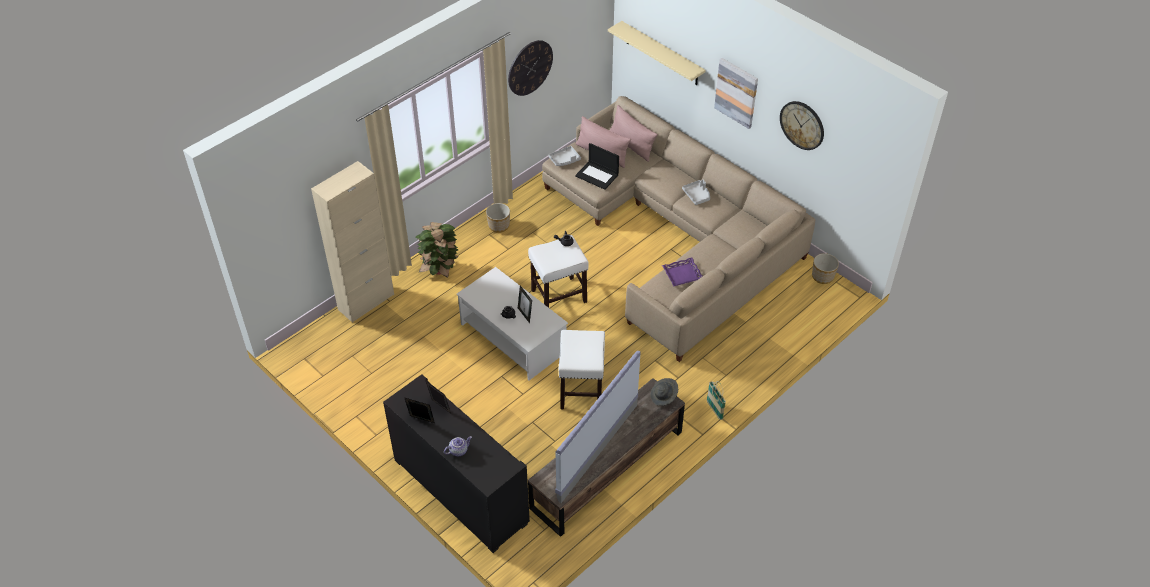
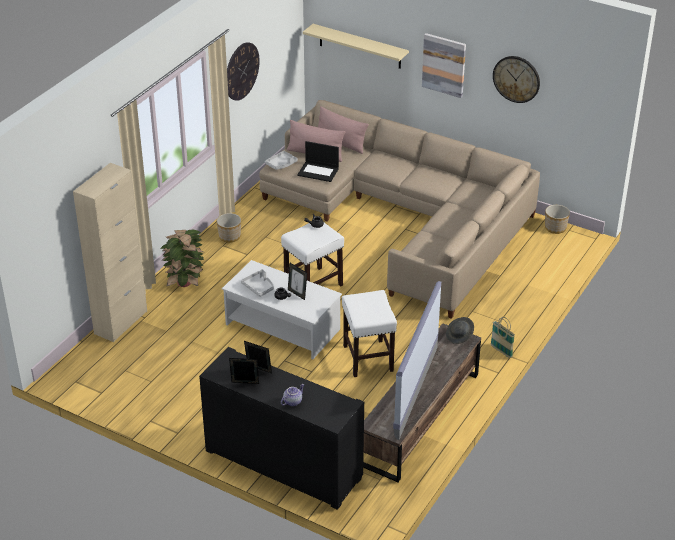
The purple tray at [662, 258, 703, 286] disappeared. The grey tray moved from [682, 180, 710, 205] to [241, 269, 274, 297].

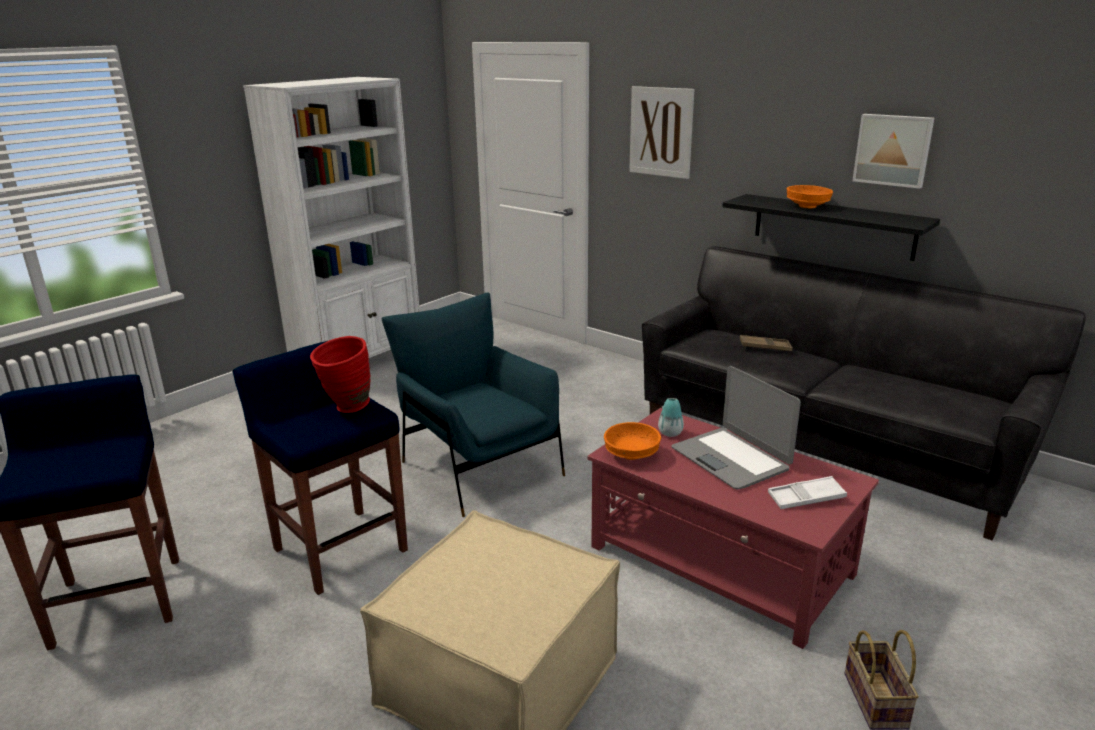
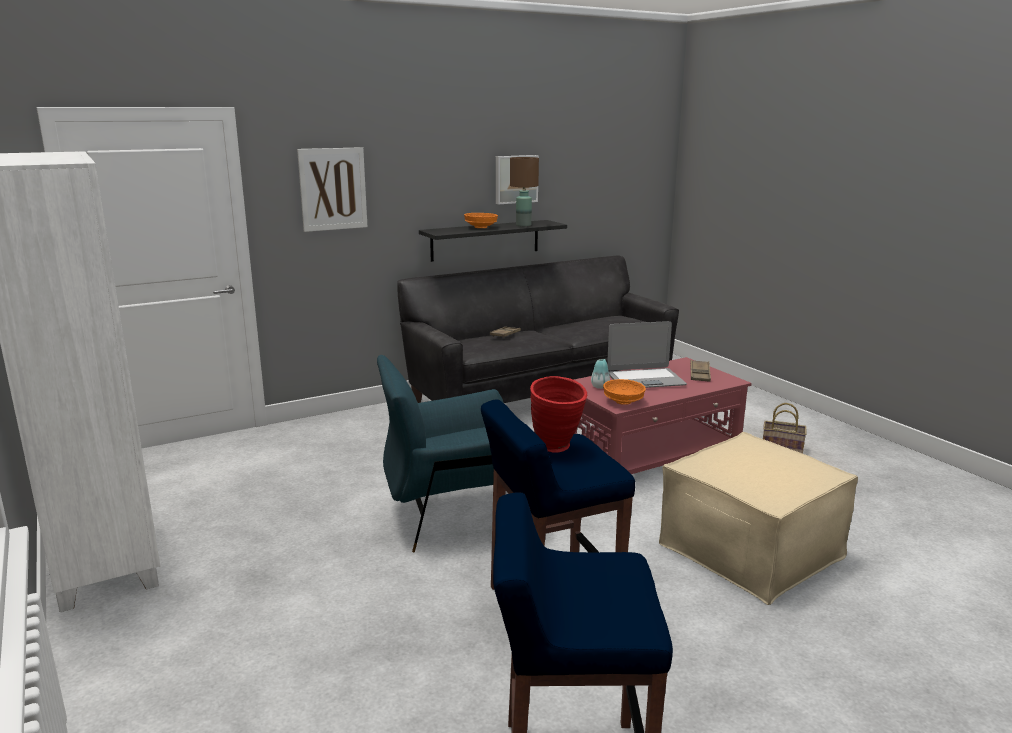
The brown table lamp at [510, 157, 539, 226] appeared. The white tray at [768, 476, 847, 509] became the brown tray at [690, 360, 711, 382].

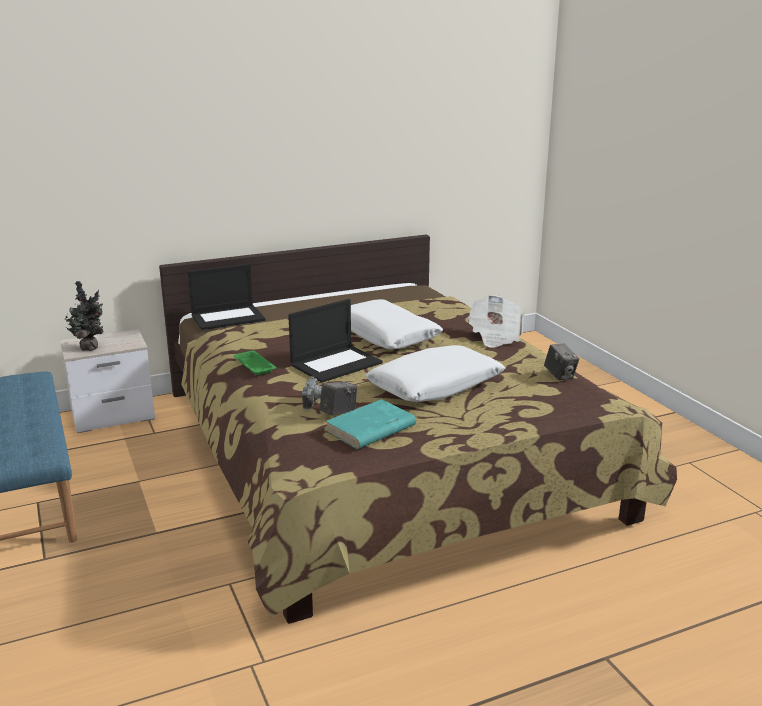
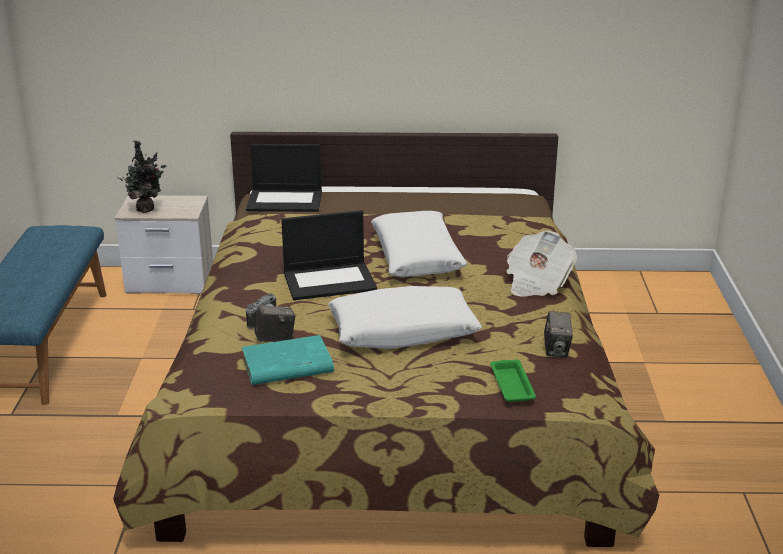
The green tray moved from [233, 351, 277, 375] to [490, 360, 536, 402].

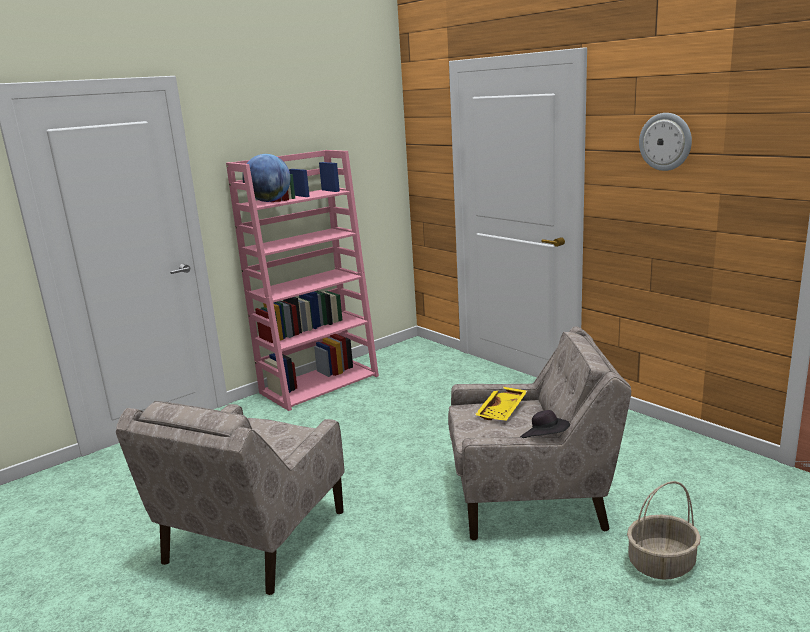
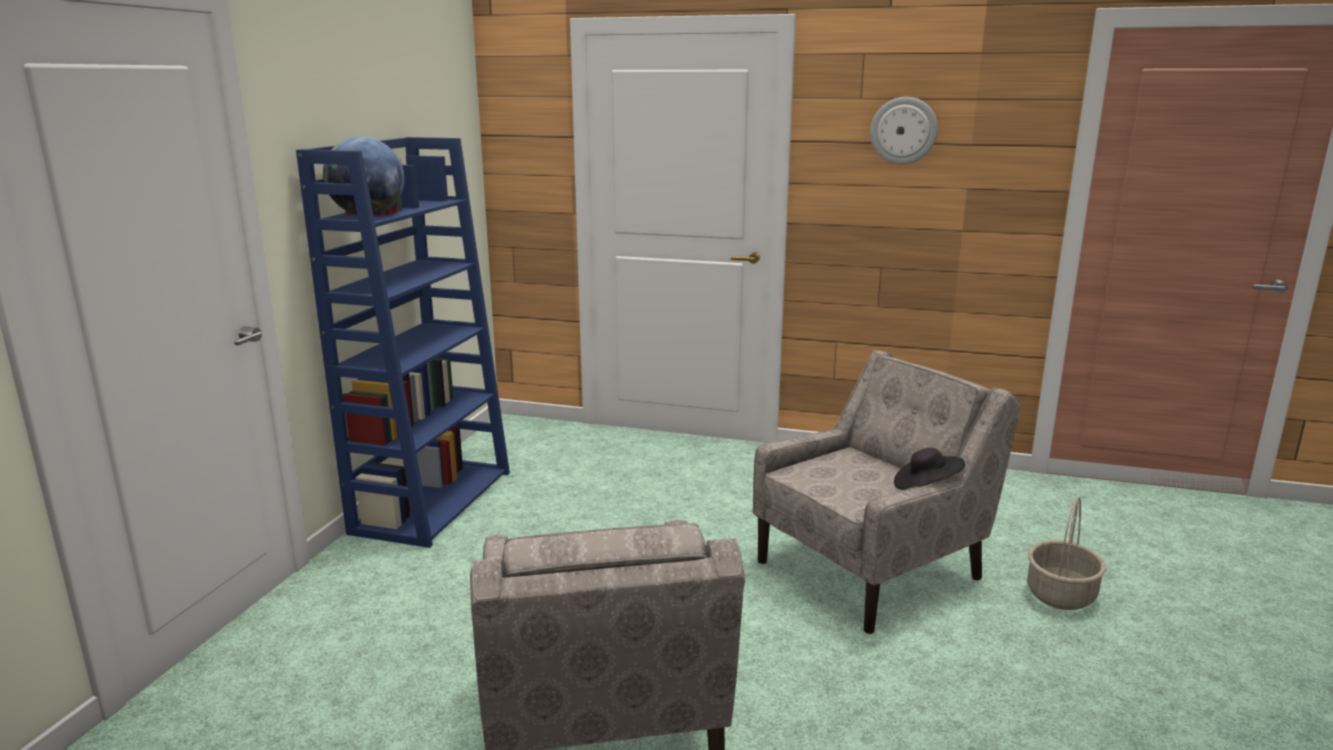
The yellow tray at [475, 386, 527, 421] disappeared. The pink bookcase at [226, 150, 379, 411] became the blue bookcase at [296, 137, 510, 548].

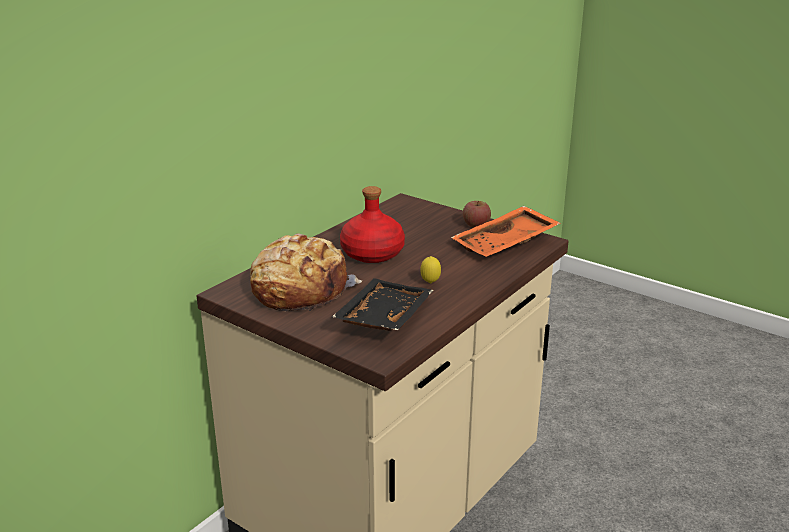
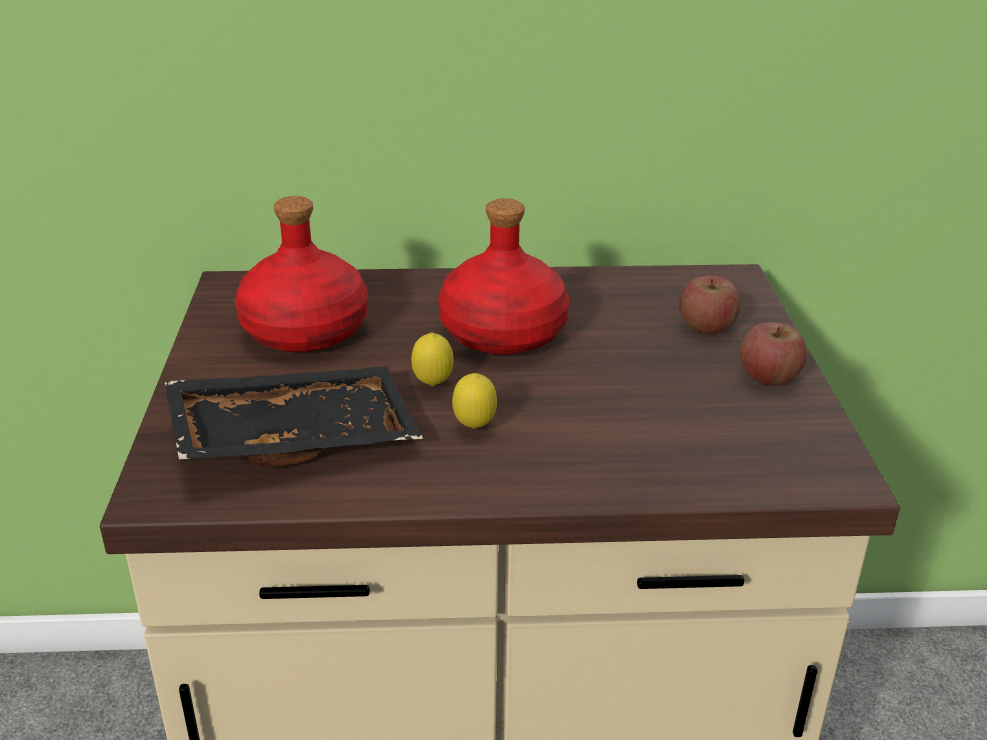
The orange tray at [451, 206, 561, 257] disappeared. The lemon at [411, 333, 454, 386] appeared. The apple at [679, 276, 740, 334] appeared. The bread at [250, 233, 362, 311] was replaced by the red bottle at [235, 196, 368, 352].

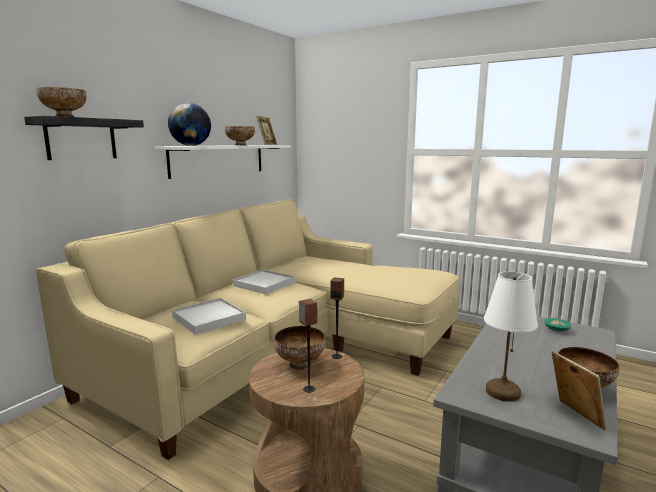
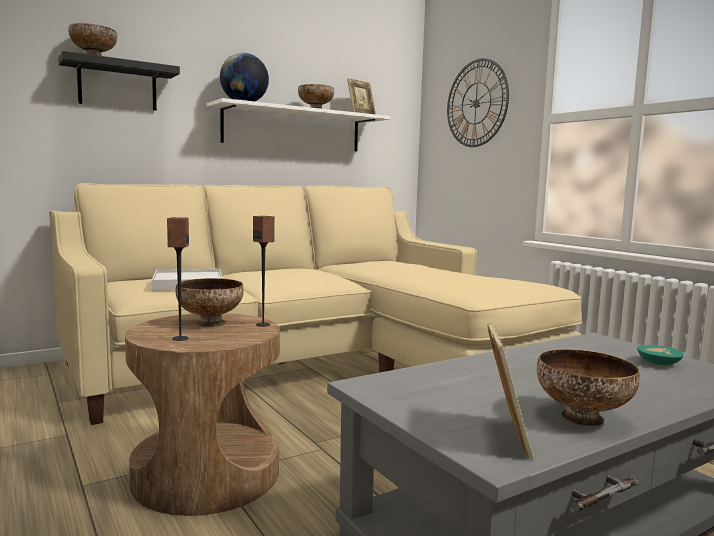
The white tray at [233, 269, 295, 294] disappeared. The white table lamp at [484, 271, 538, 402] disappeared. The wall clock at [447, 58, 509, 147] appeared.

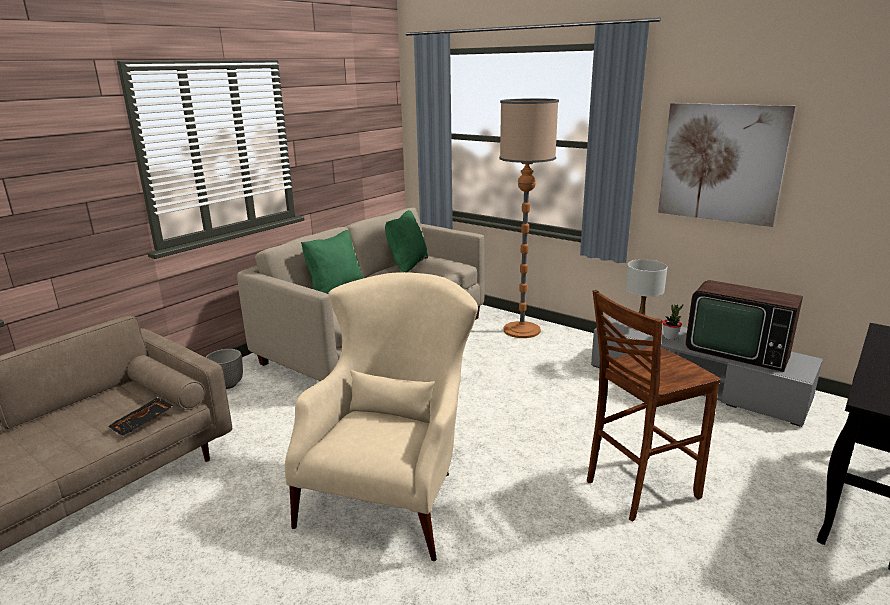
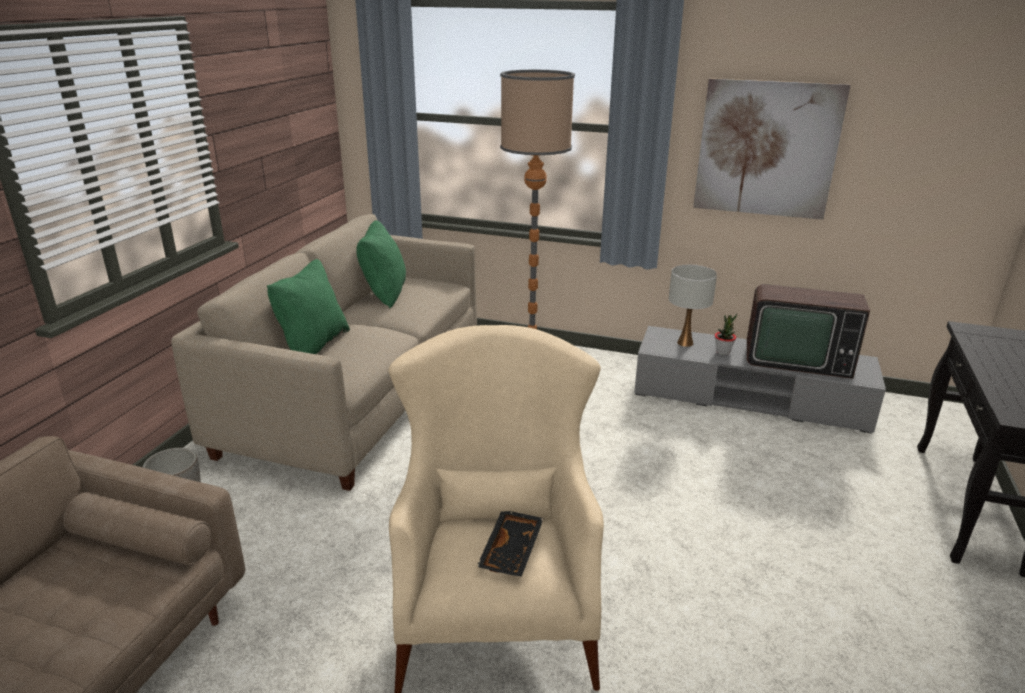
The brown stool at [587, 290, 721, 522] disappeared. The black tray moved from [108, 397, 173, 436] to [477, 511, 544, 577].

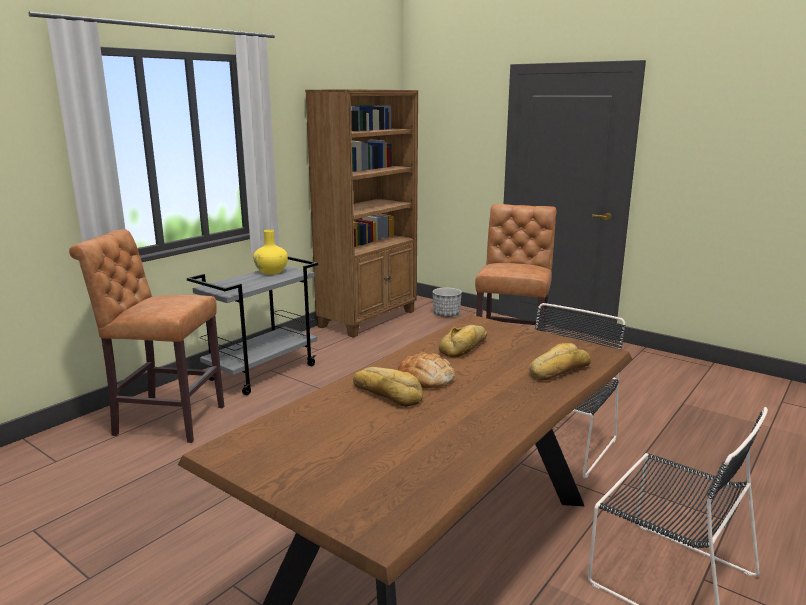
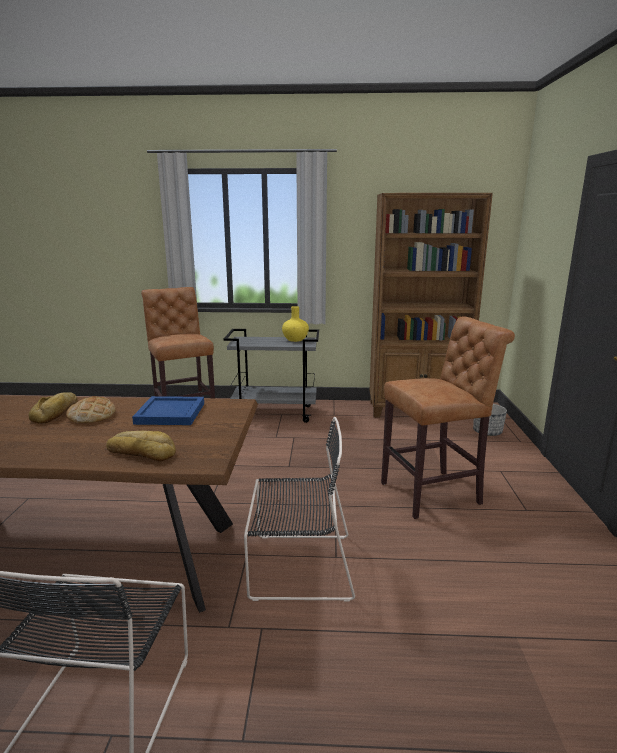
The bread at [439, 325, 487, 358] was replaced by the blue tray at [132, 396, 204, 425].

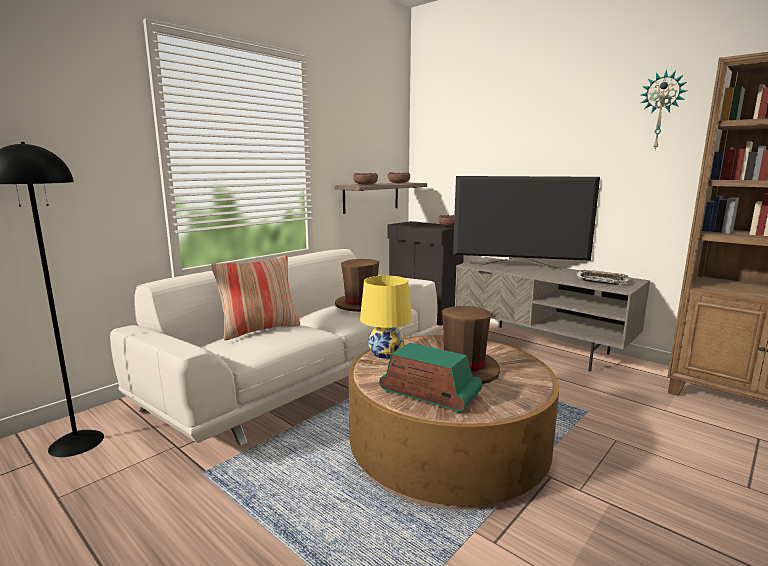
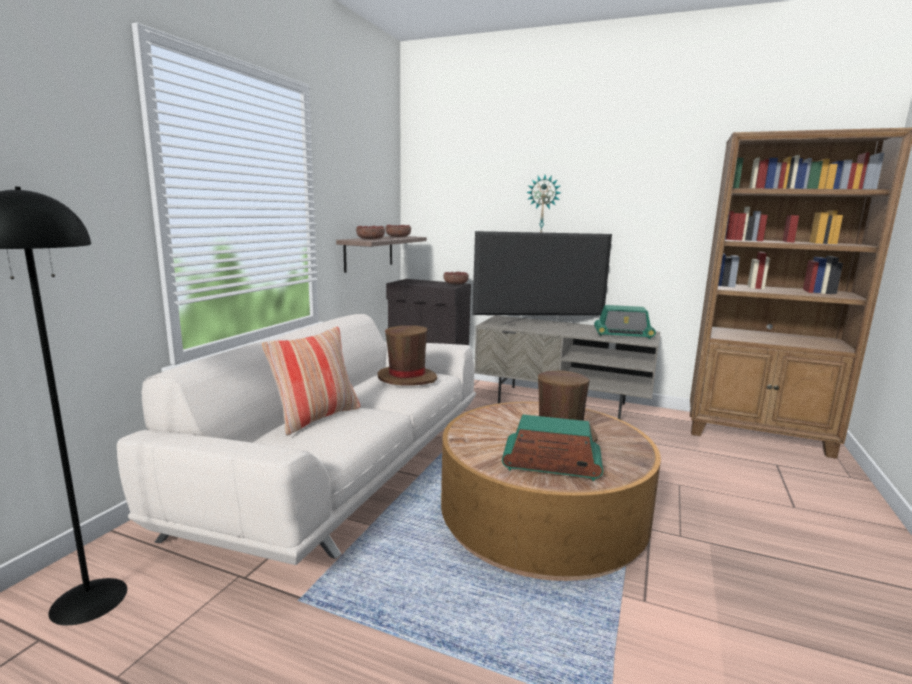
The yellow table lamp at [360, 275, 412, 359] disappeared. The wall clock moved from [641, 70, 687, 150] to [526, 175, 561, 233]. The tray at [575, 270, 630, 285] was replaced by the radio at [594, 305, 656, 339].

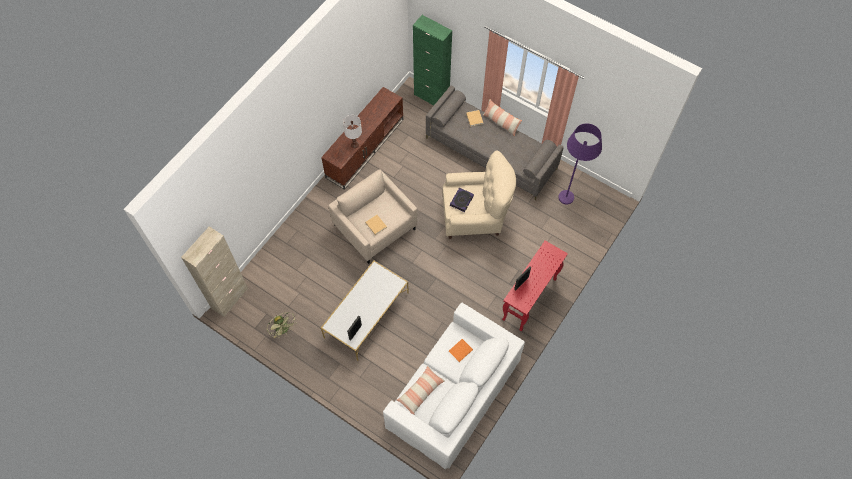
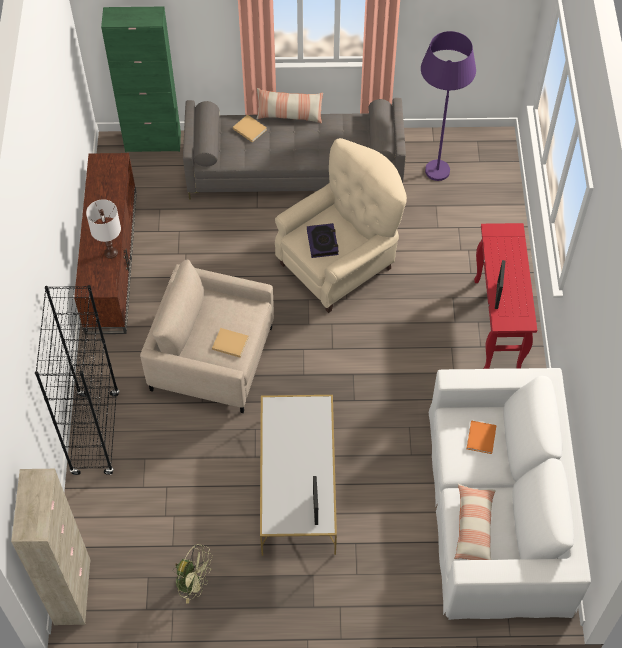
The black bookcase at [35, 285, 119, 475] appeared.

